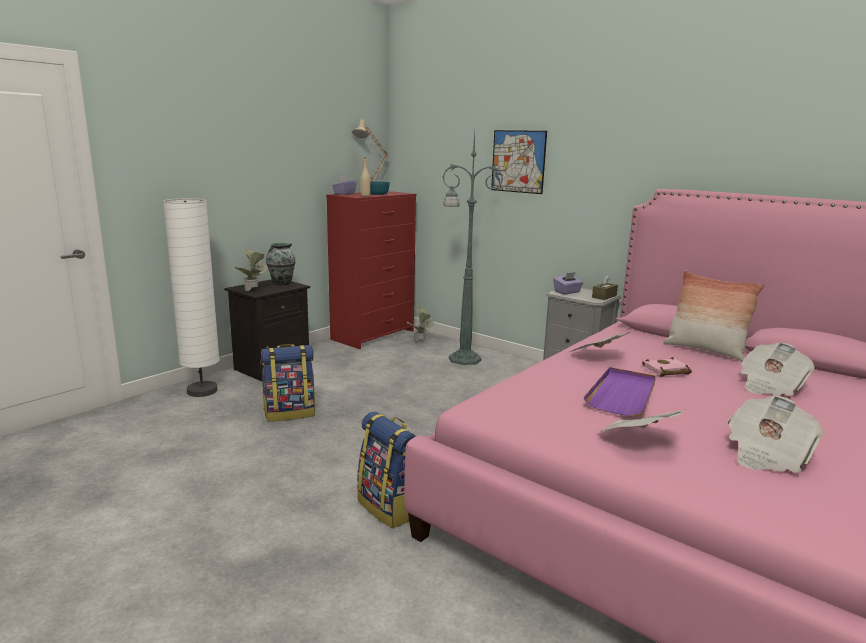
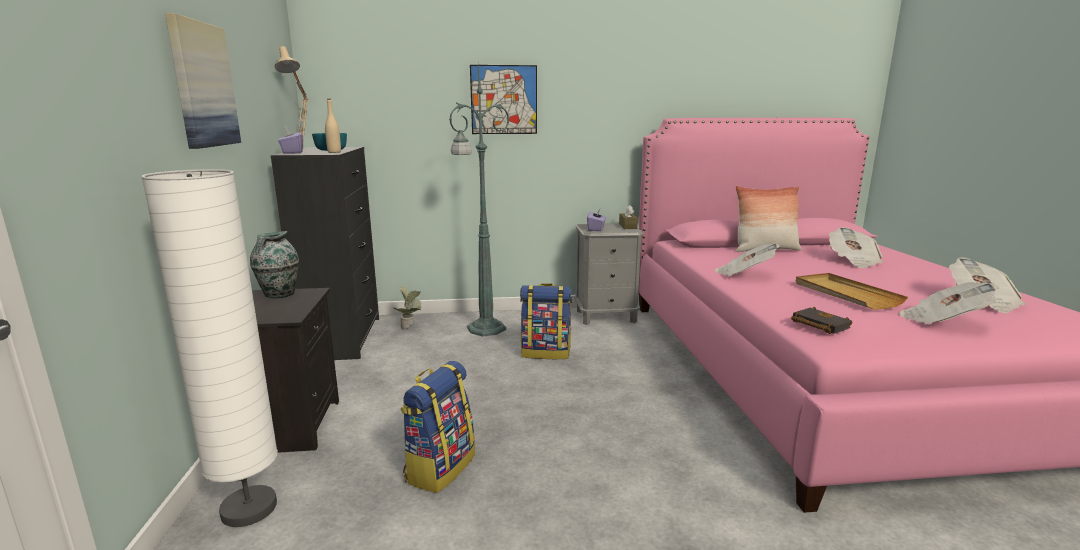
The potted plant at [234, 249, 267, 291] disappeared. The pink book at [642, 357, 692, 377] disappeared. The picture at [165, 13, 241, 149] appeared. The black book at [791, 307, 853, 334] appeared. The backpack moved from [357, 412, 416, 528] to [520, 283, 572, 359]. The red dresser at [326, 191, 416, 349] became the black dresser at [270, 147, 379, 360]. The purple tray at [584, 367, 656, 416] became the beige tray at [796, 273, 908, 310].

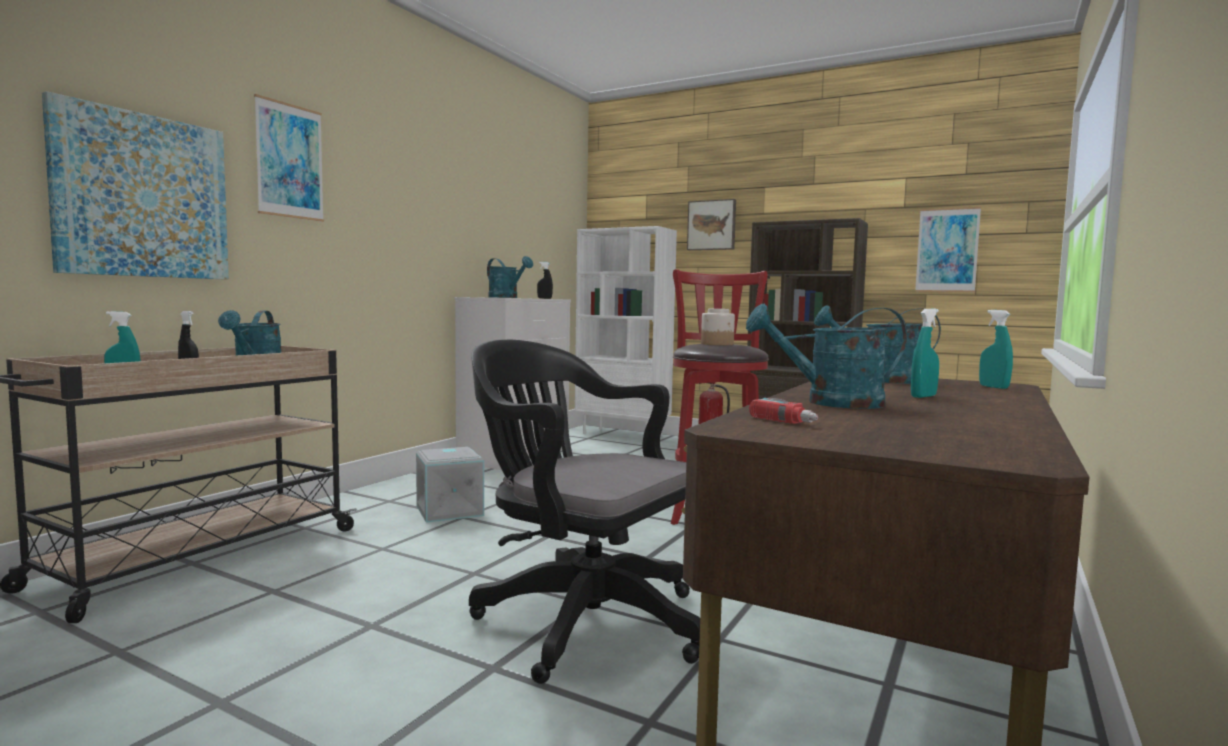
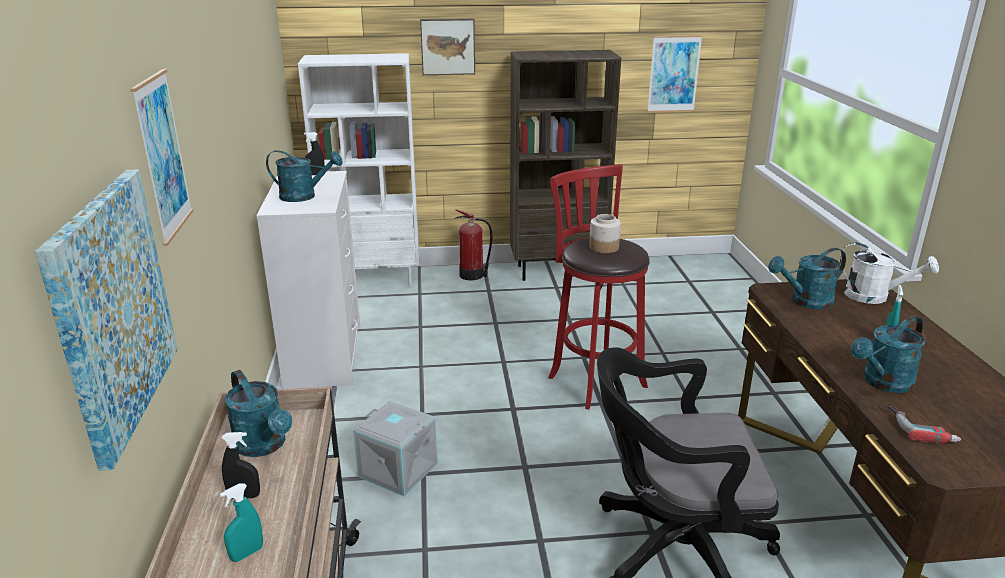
The turquoise spray bottle at [979, 310, 1013, 389] was replaced by the white watering can at [840, 242, 939, 304].

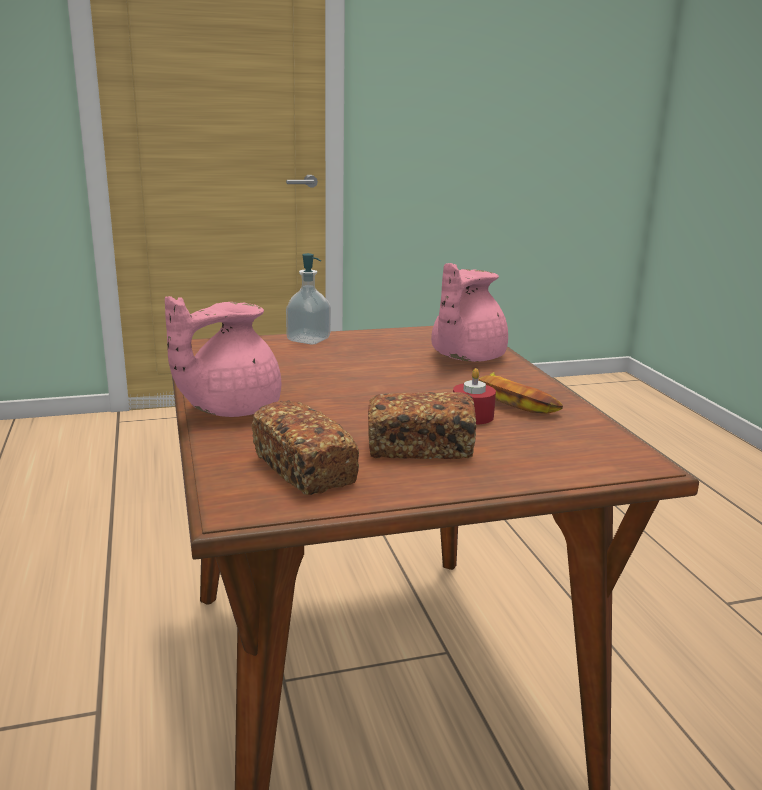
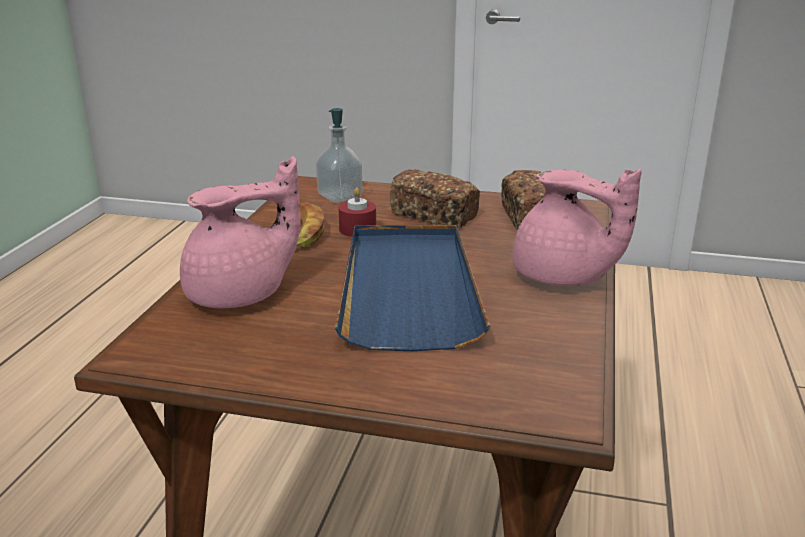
The blue tray at [335, 225, 491, 351] appeared. The soap dispenser moved from [286, 253, 331, 344] to [316, 108, 362, 203]. The pink teapot at [165, 296, 281, 417] turned 60 degrees clockwise.

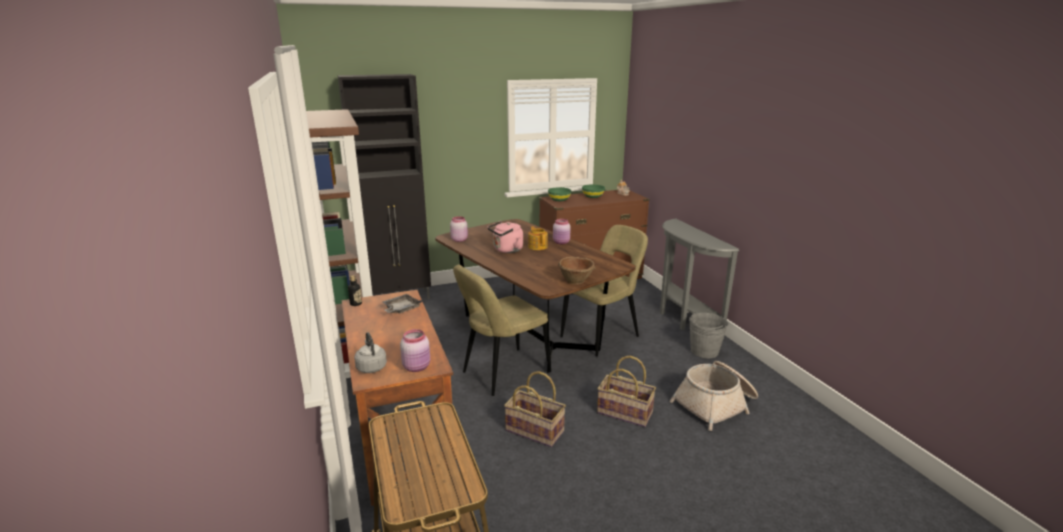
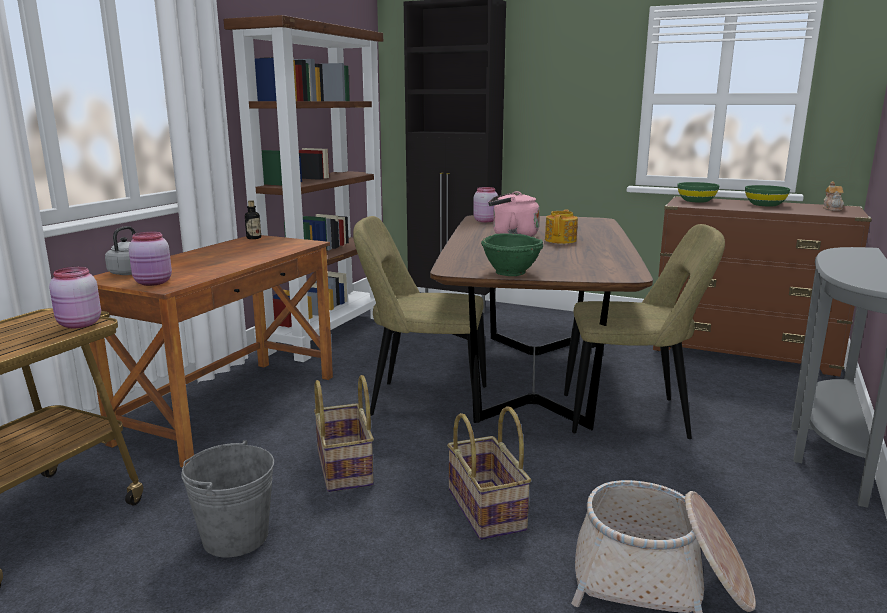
The grey tray at [383, 294, 422, 314] disappeared. The pink jar moved from [553, 219, 571, 245] to [49, 267, 101, 328]. The grey bucket moved from [689, 312, 728, 358] to [181, 440, 274, 557]. The brown bowl at [558, 257, 595, 285] became the green bowl at [481, 233, 543, 276].

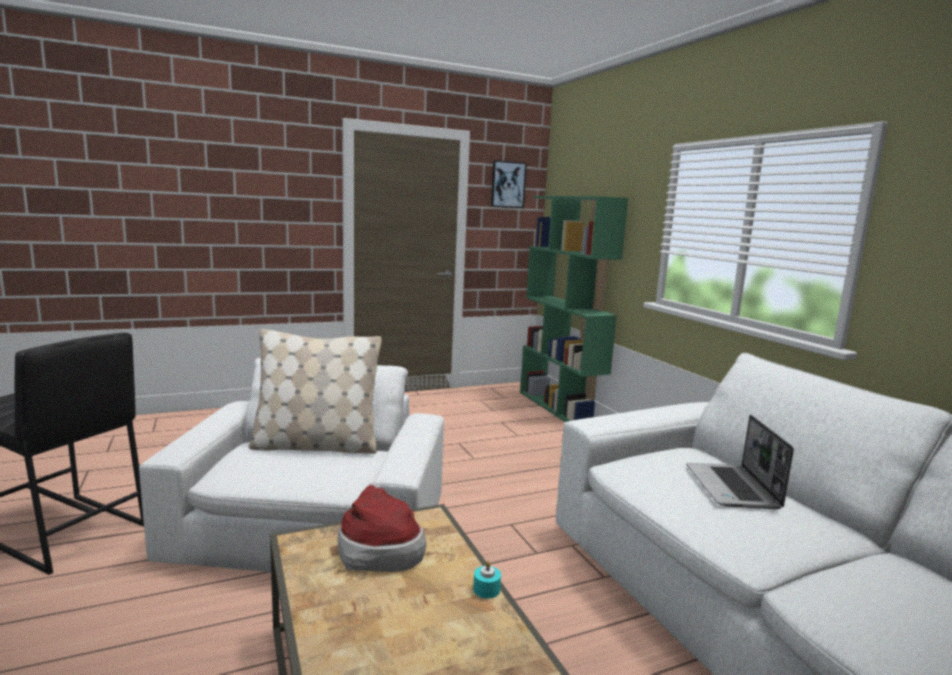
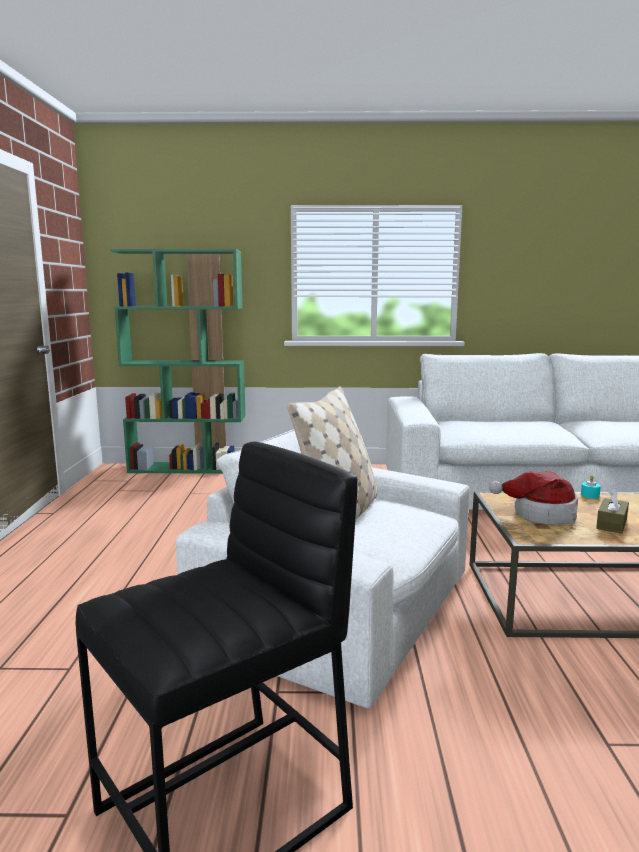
The picture at [491, 160, 527, 208] disappeared. The laptop at [686, 415, 794, 509] disappeared. The brown tissue box at [596, 488, 629, 534] appeared.

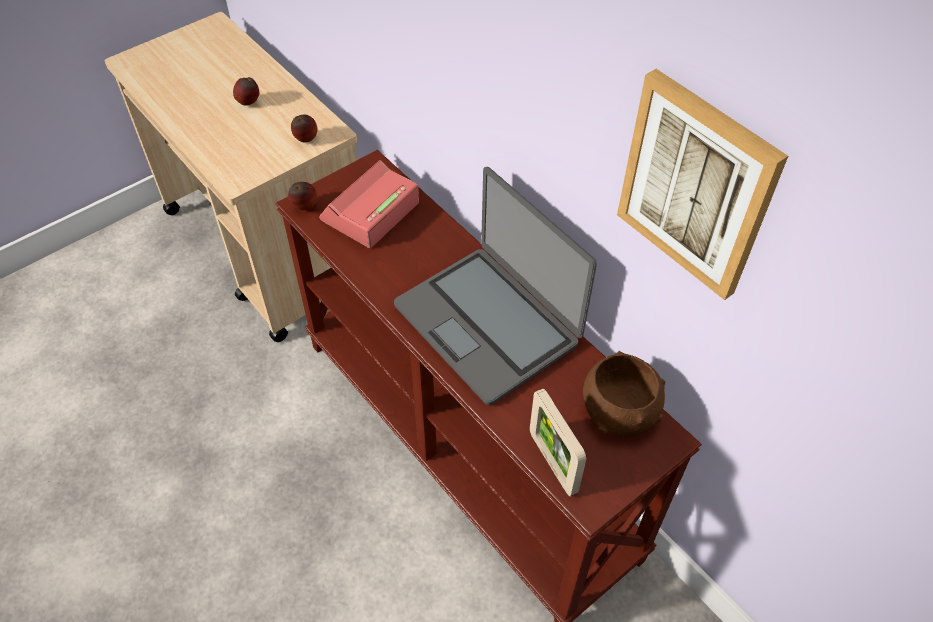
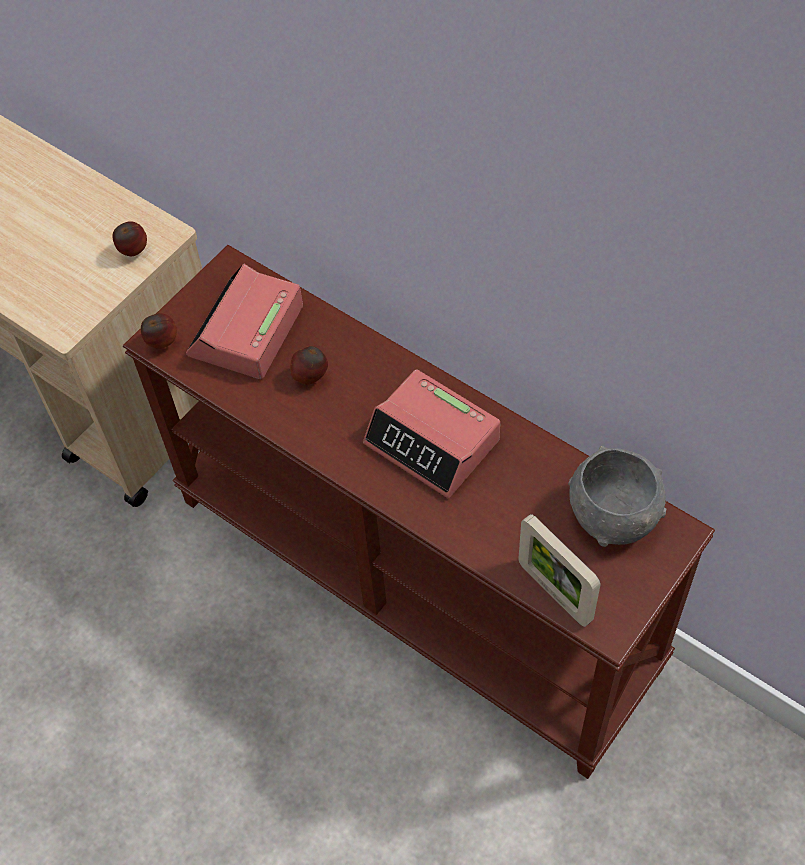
The picture at [617, 69, 788, 300] disappeared. The apple moved from [233, 77, 259, 106] to [290, 346, 328, 385]. The laptop at [394, 167, 597, 405] was replaced by the alarm clock at [363, 370, 500, 498]. The brown bowl at [583, 351, 665, 437] became the grey bowl at [568, 446, 666, 547].

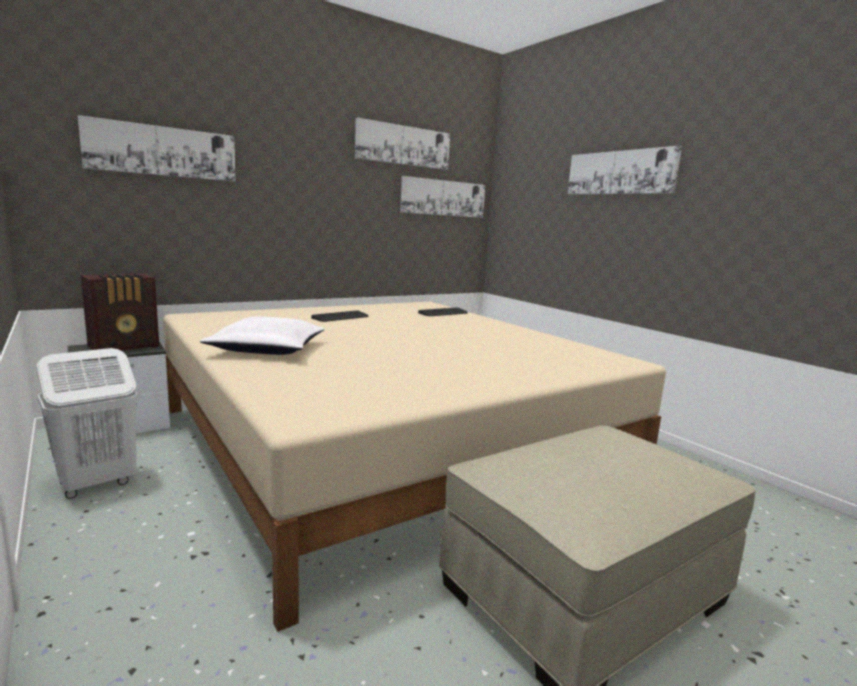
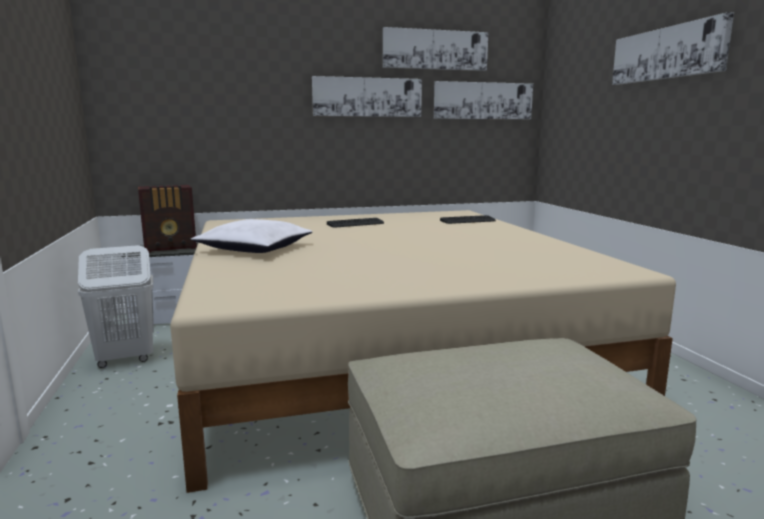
The picture moved from [78, 115, 236, 181] to [312, 76, 422, 117].

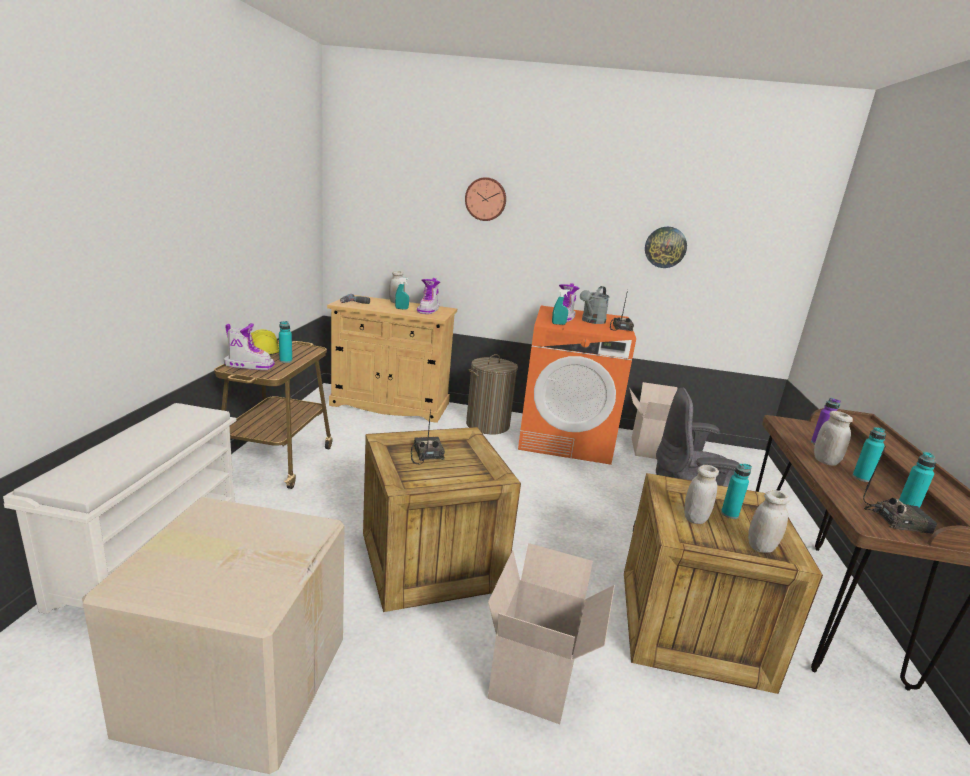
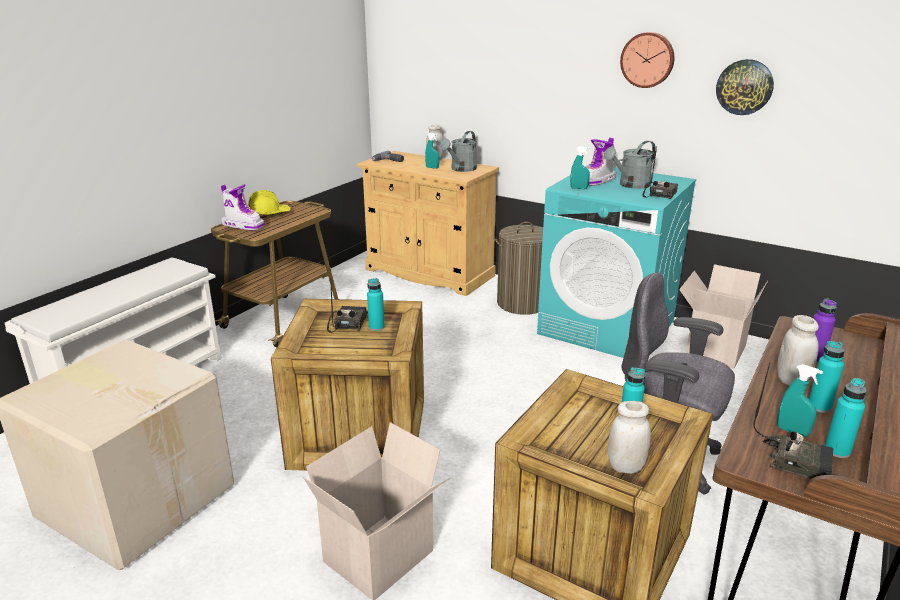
The white jar at [684, 465, 719, 524] disappeared. The turquoise spray bottle at [777, 364, 823, 437] appeared. The turquoise bottle moved from [279, 321, 292, 363] to [367, 278, 385, 331]. The wall clock moved from [465, 177, 506, 221] to [620, 32, 674, 88]. The boot at [417, 278, 440, 314] was replaced by the grey watering can at [440, 131, 477, 172]. The orange washing machine at [518, 306, 636, 465] became the turquoise washing machine at [537, 165, 696, 358].

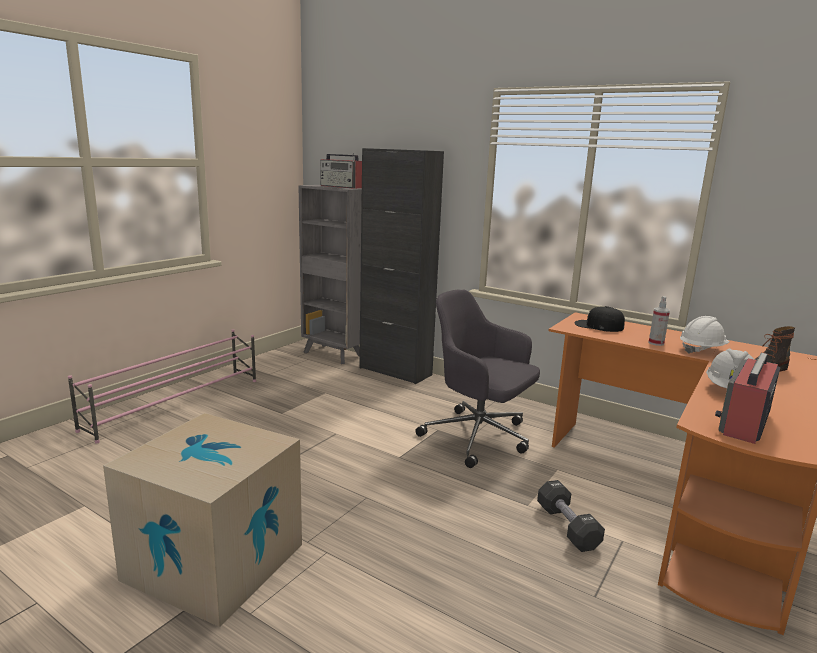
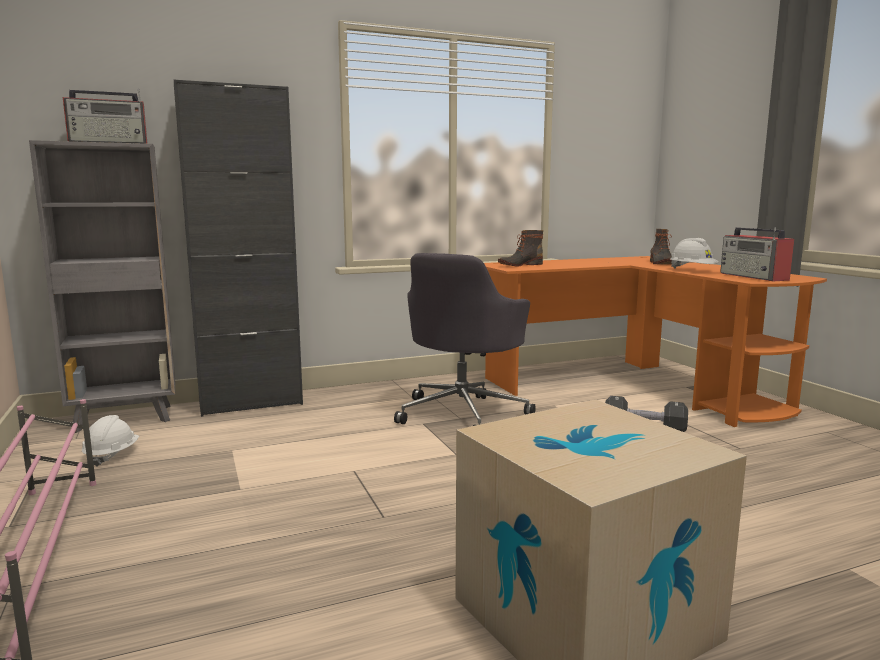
The spray bottle at [649, 296, 670, 346] disappeared. The white hard hat moved from [680, 316, 729, 354] to [82, 415, 139, 467]. The black cap at [574, 306, 625, 332] was replaced by the boot at [498, 230, 543, 267]. The grey office chair at [415, 289, 540, 468] turned 45 degrees counterclockwise.

